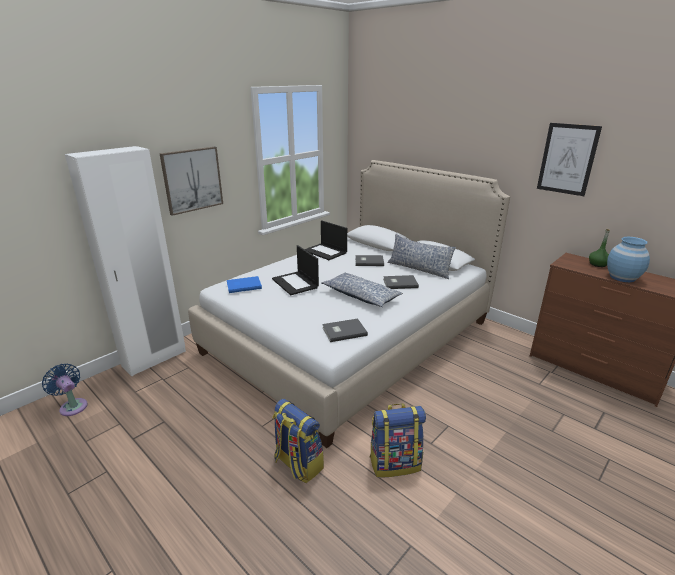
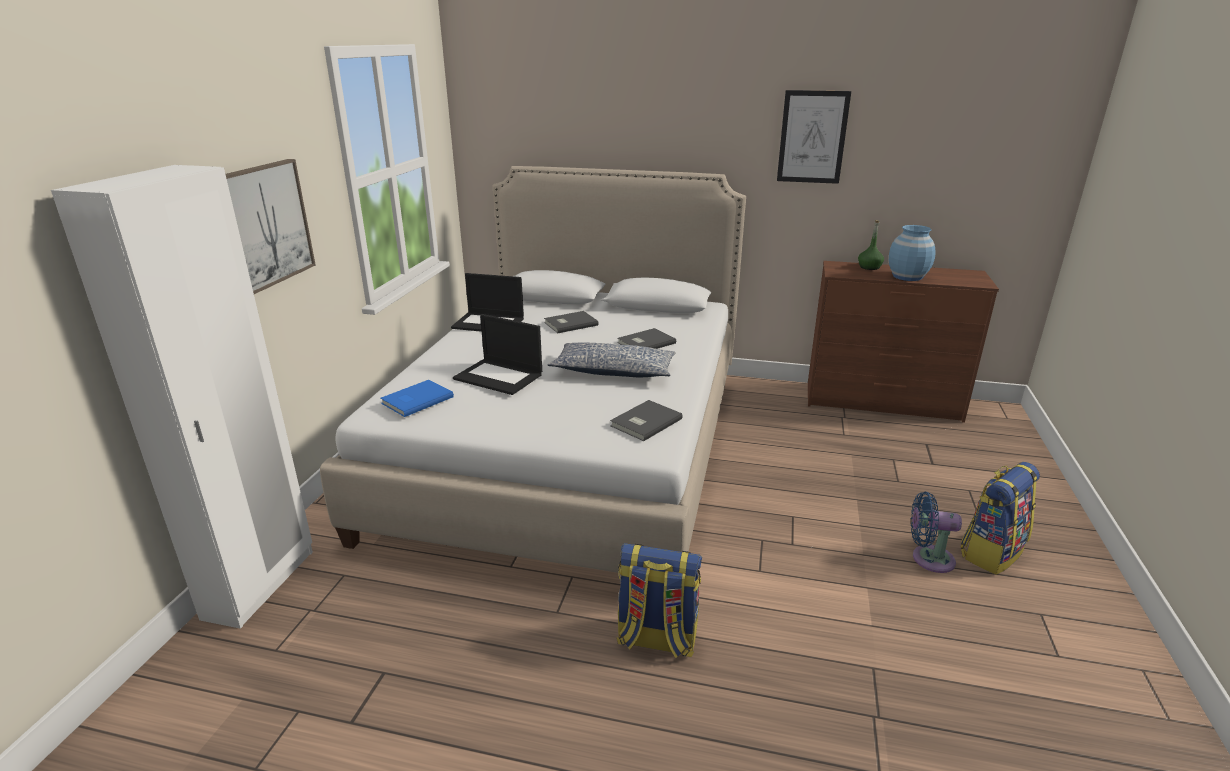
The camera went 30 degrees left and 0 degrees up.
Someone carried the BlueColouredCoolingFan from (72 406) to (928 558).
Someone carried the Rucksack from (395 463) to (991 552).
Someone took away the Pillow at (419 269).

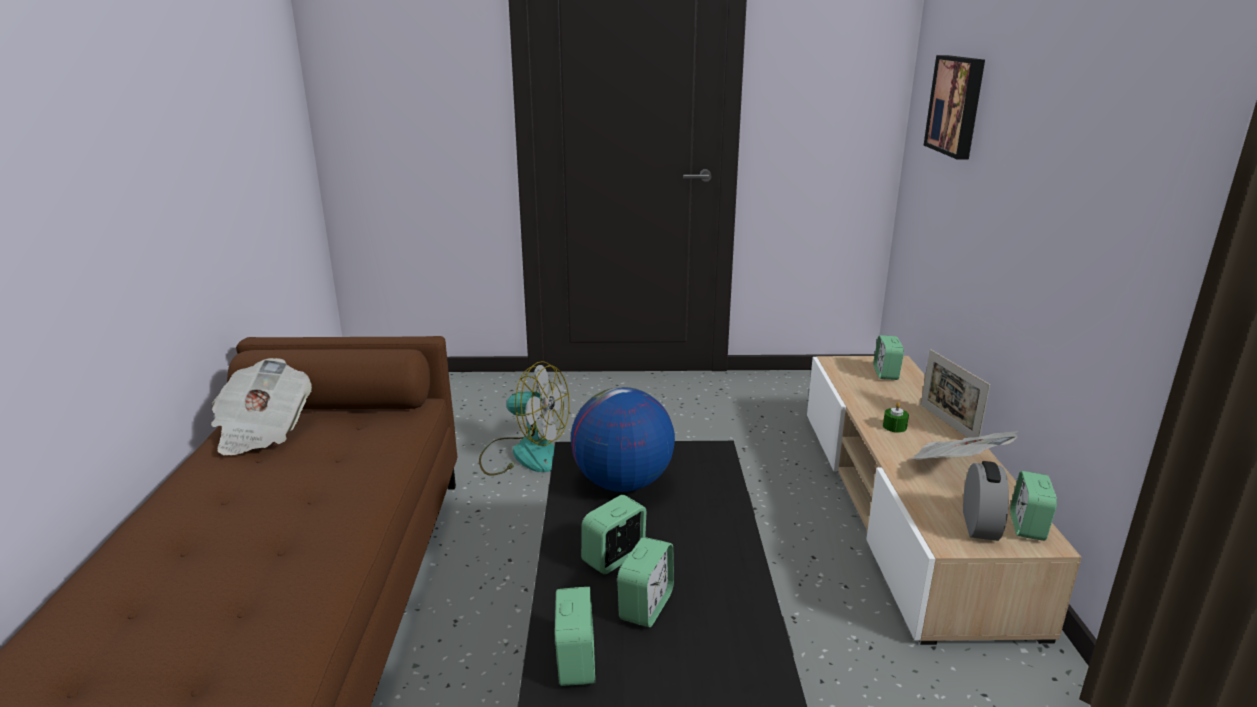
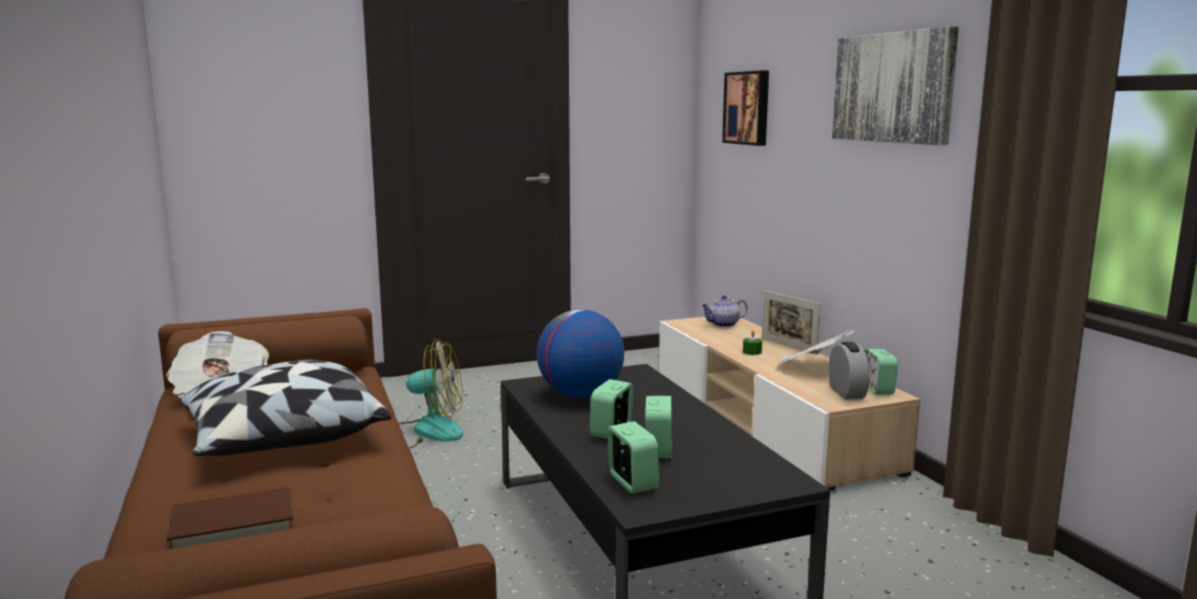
The camera went 20 degrees left and 10 degrees down.
Someone put down the BrownishVolume at (233 527).
Someone put down the Pillow at (282 438).
Someone swapped the TableClock at (886 373) for the PotForTea at (723 325).
Someone put up the Picture at (893 88).

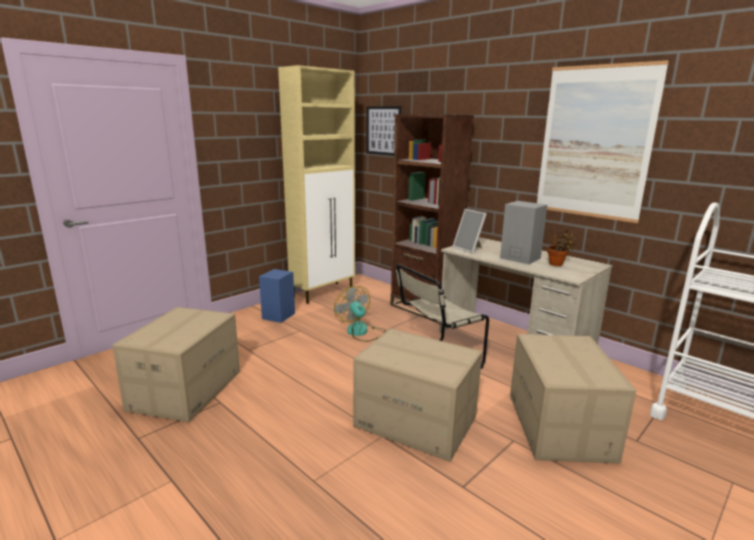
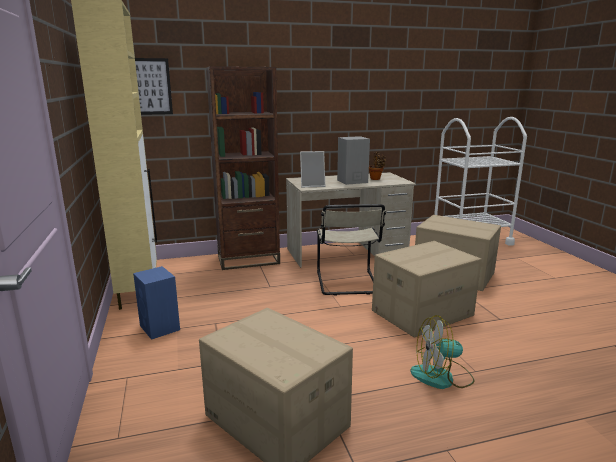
The camera went 60 degrees left and 0 degrees up.
Someone carried the CoolingFan from (361 332) to (442 377).
Someone took away the Picture at (594 143).

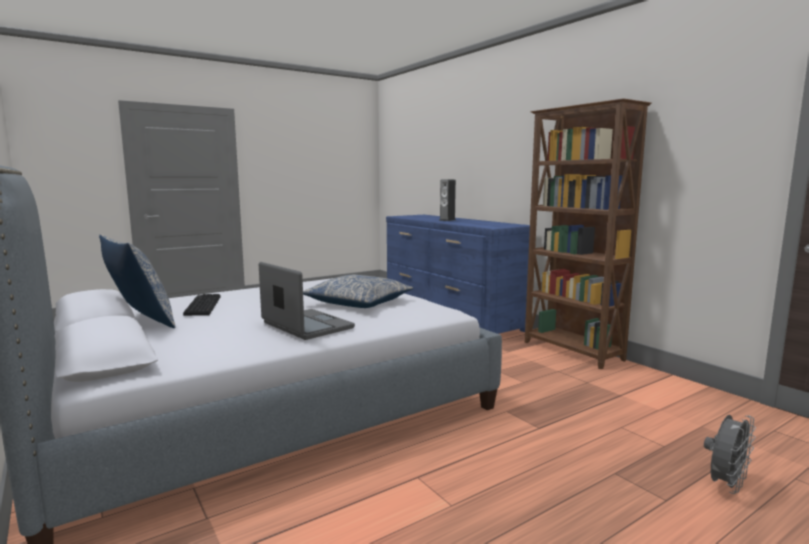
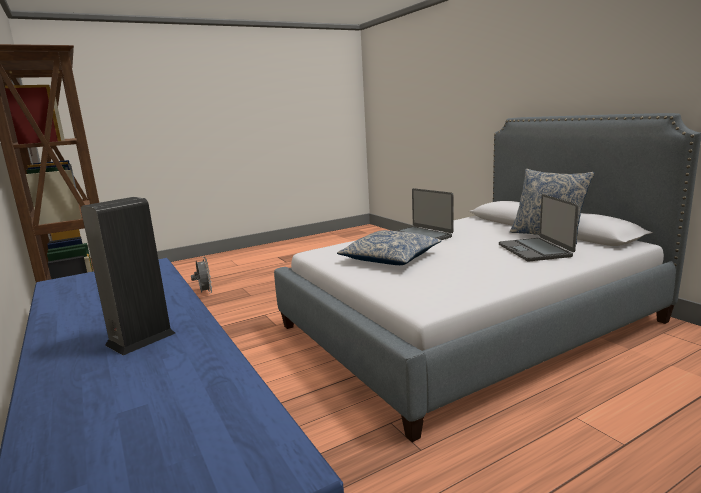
The camera went 175 degrees left and 5 degrees up.
Someone rotated the GreyishCoolingFan at (725 485) by 105 degrees clockwise.
Someone swapped the Keyboard at (202 306) for the PortableComputer at (535 250).

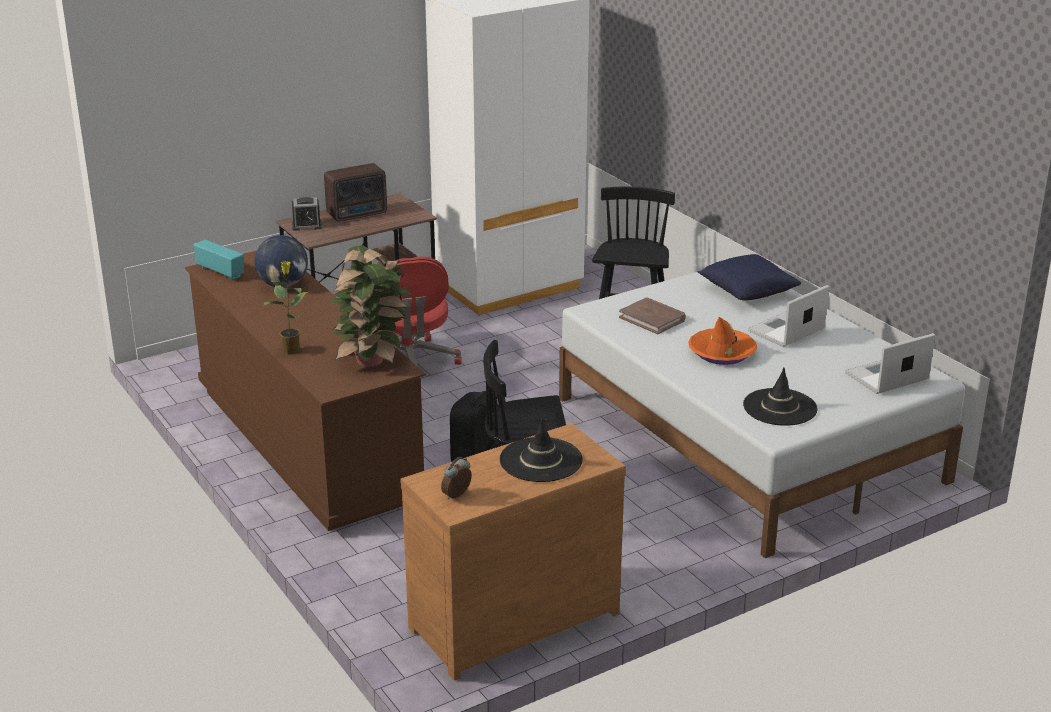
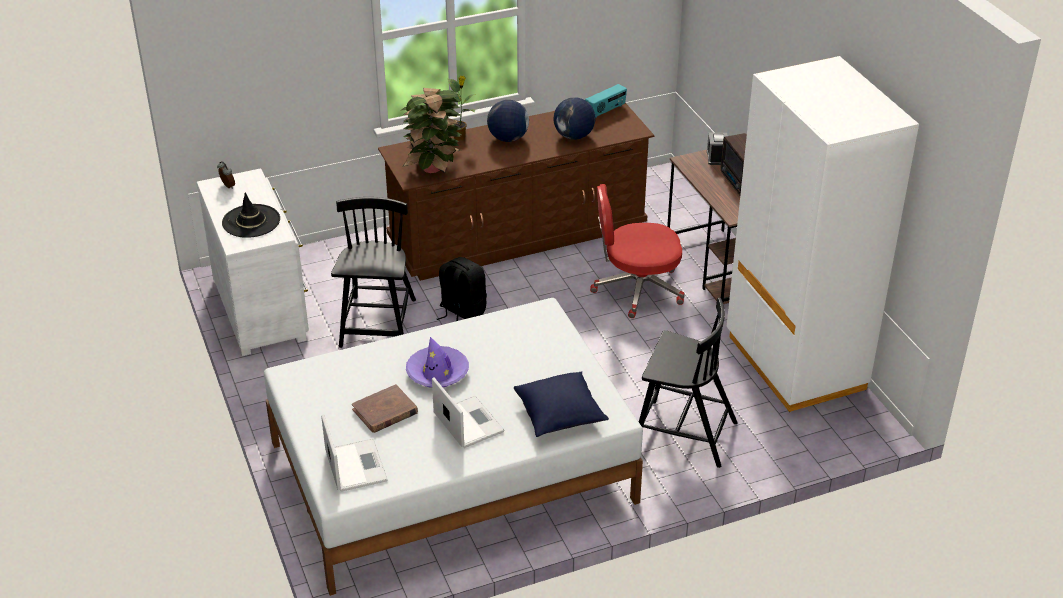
The camera went 100 degrees right and 10 degrees up.
Someone repainted the BrownishDresser at (510 618), which became the WhitishDresser at (262 307).
Someone carried the BrownishVolume from (652 319) to (385 411).
Someone repainted the OrangeyClothingHat at (722 353), which became the PurpleClothingHat at (437 373).
Someone put down the WorldGlobe at (508 138).
Someone took away the BlackClothingHat at (779 407).

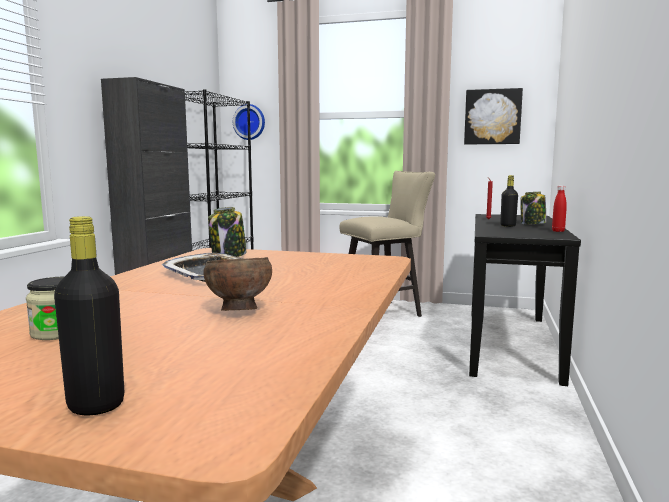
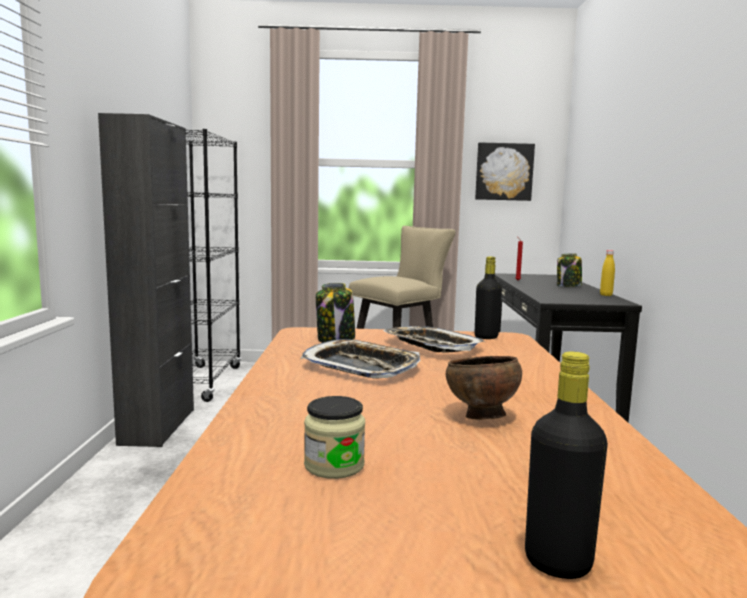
The camera went 15 degrees left and 0 degrees up.
Someone put down the CarryingTray at (431 346).
Someone carried the BlackDrinkBottle from (508 226) to (486 337).
Someone repainted the ReddishDrinkBottle at (558 231), which became the YellowishDrinkBottle at (606 295).
Someone took away the HangingClock at (250 122).

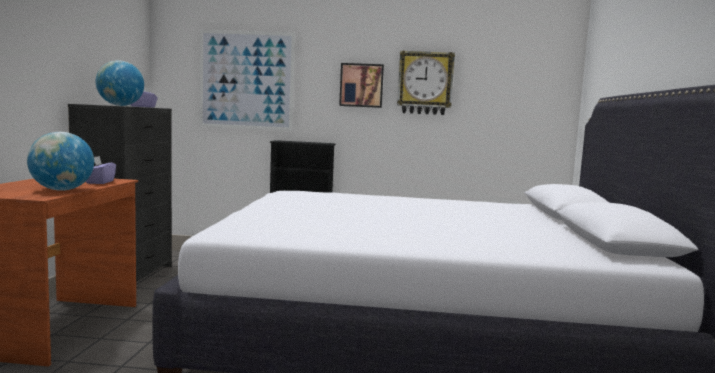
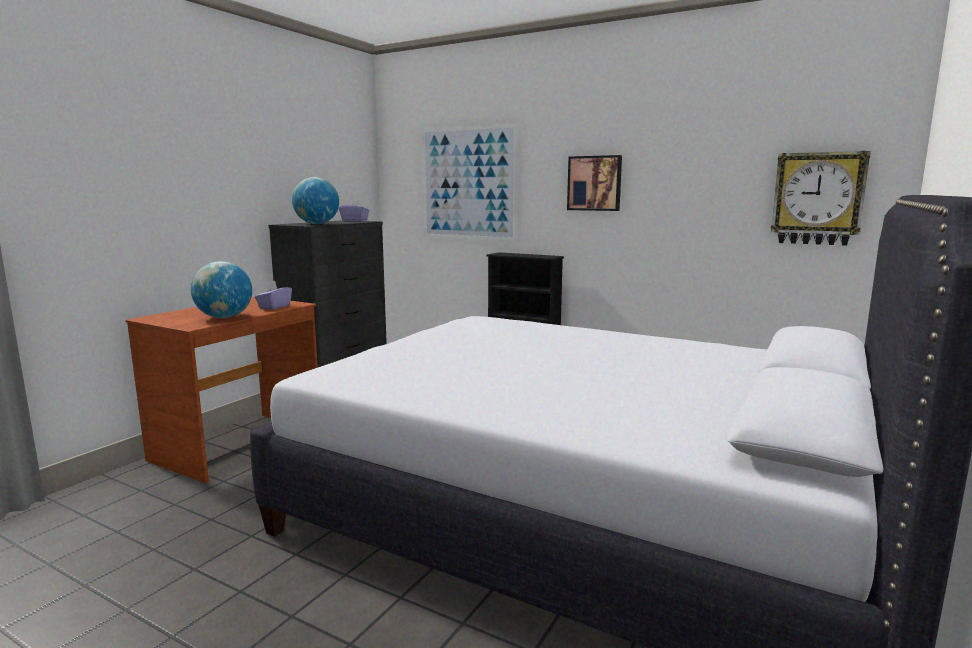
The camera went 25 degrees right and 5 degrees up.
Someone carried the HangingClock from (425 83) to (817 198).

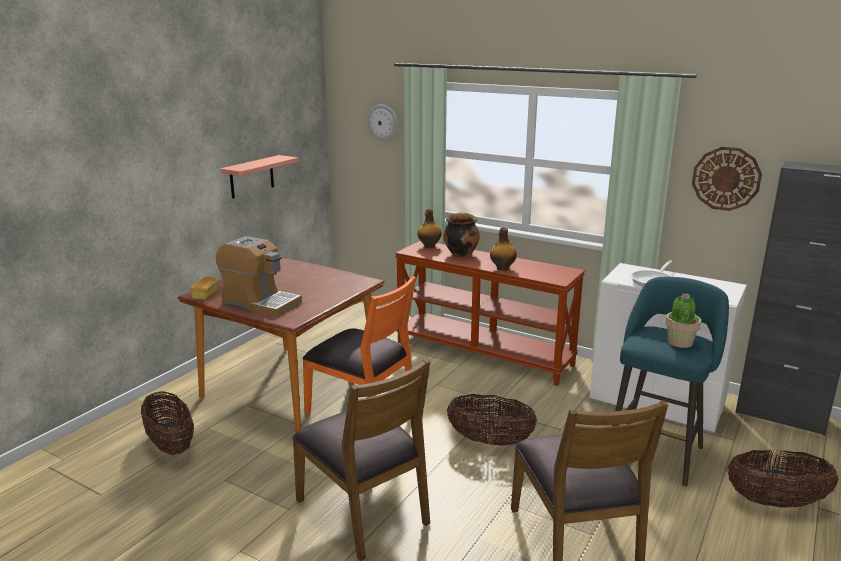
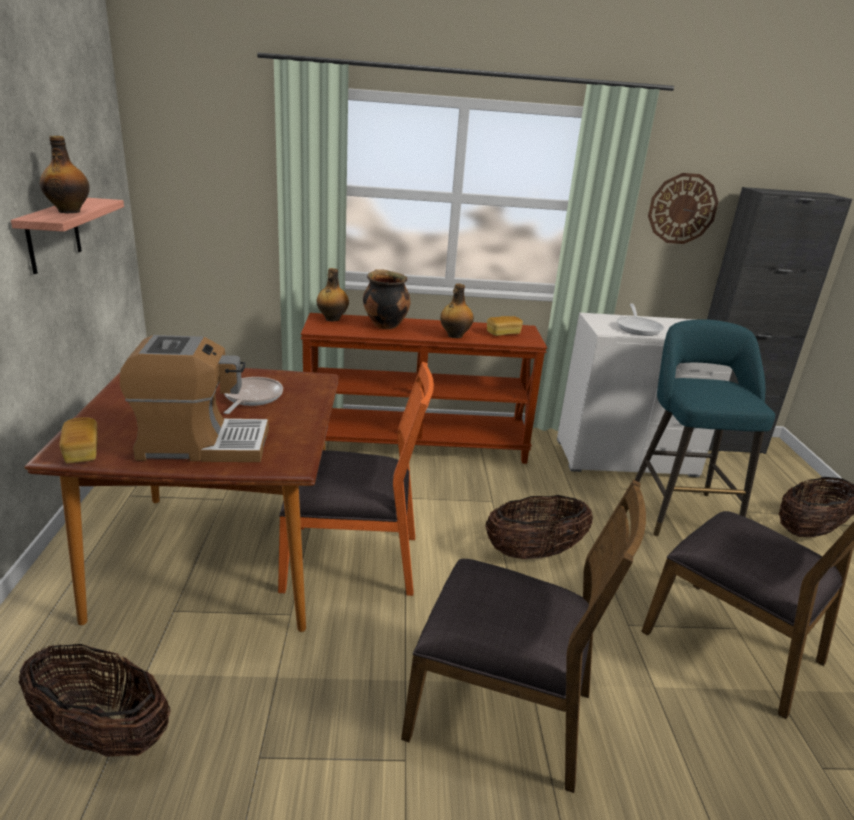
The camera went 35 degrees left and 5 degrees up.
Someone put down the DrinkBottle at (69 211).
Someone put down the Skillet at (251 398).
Someone put down the BakeryBread at (503 333).
Someone took away the HangingClock at (383 122).
Someone took away the PottedPlant at (679 342).

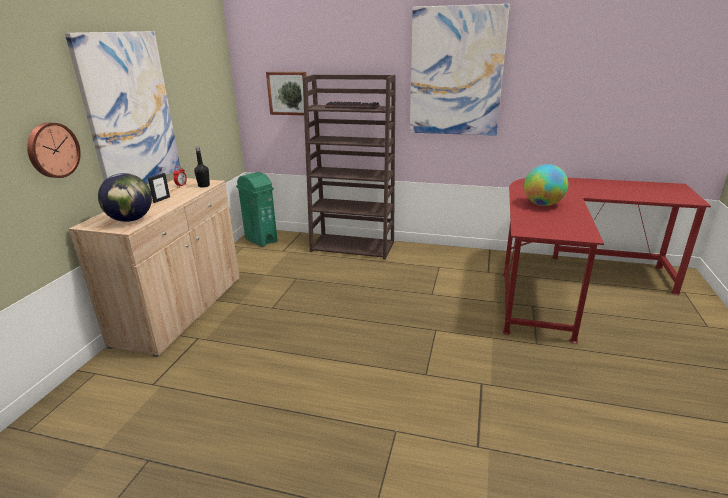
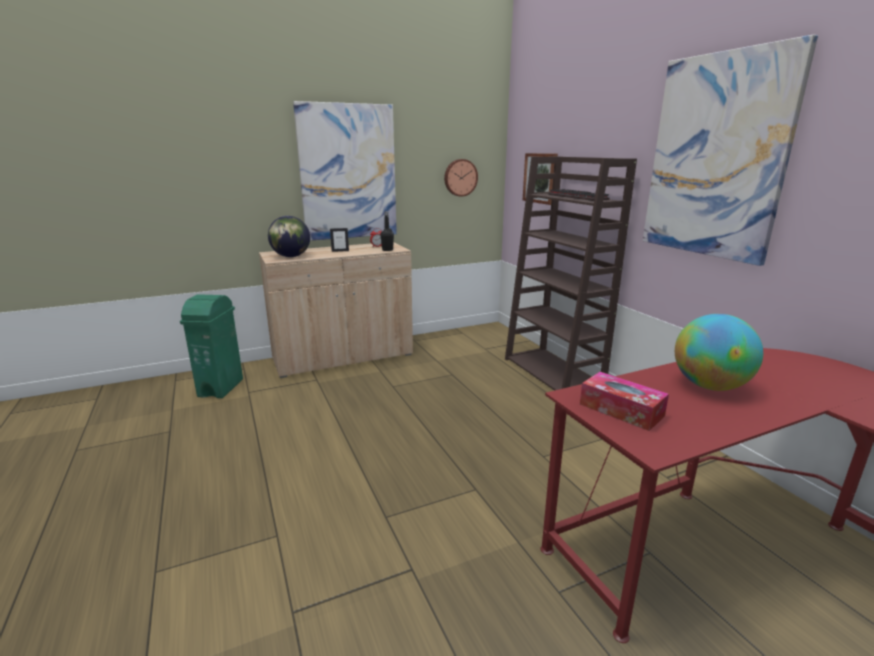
The camera went 50 degrees right and 5 degrees down.
Someone carried the GreenishTrashCan from (261 240) to (221 387).
Someone carried the HangingClock from (52 150) to (460 177).
Someone put down the BoxOfTissues at (621 410).

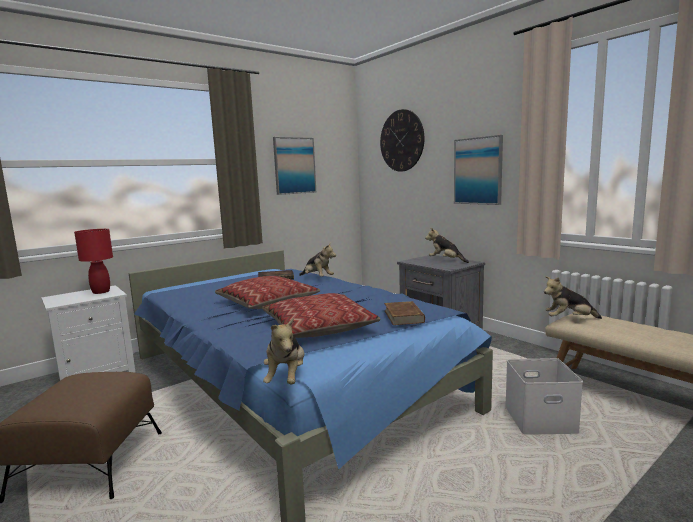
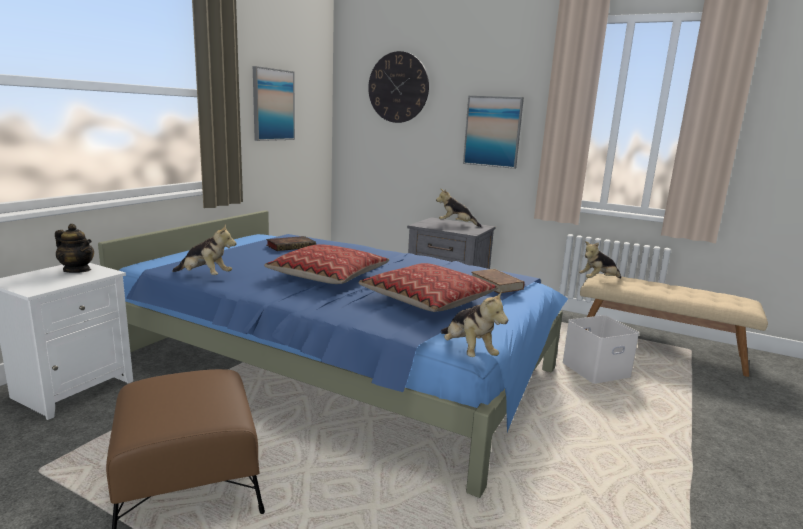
The camera went 25 degrees left and 5 degrees up.
Someone swapped the ReddishLampForATable at (101 292) for the PotForTea at (77 270).
Someone carried the PlushToy from (317 278) to (205 276).

